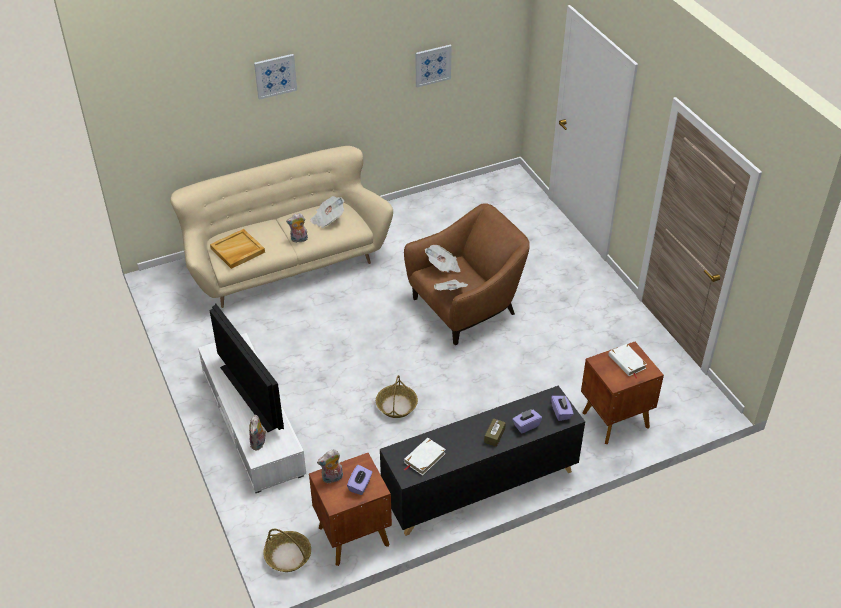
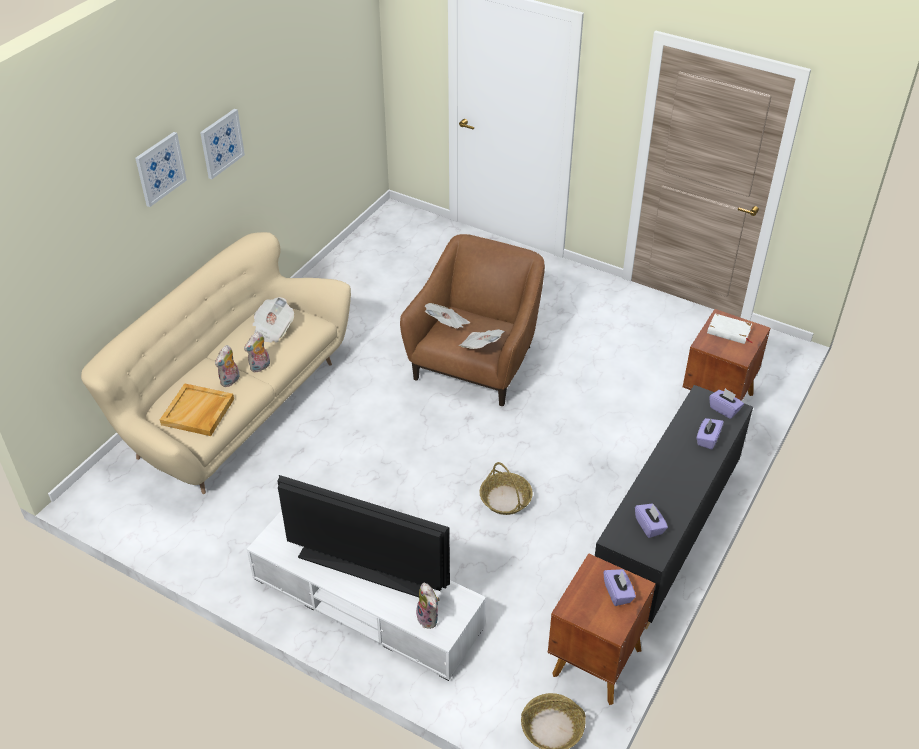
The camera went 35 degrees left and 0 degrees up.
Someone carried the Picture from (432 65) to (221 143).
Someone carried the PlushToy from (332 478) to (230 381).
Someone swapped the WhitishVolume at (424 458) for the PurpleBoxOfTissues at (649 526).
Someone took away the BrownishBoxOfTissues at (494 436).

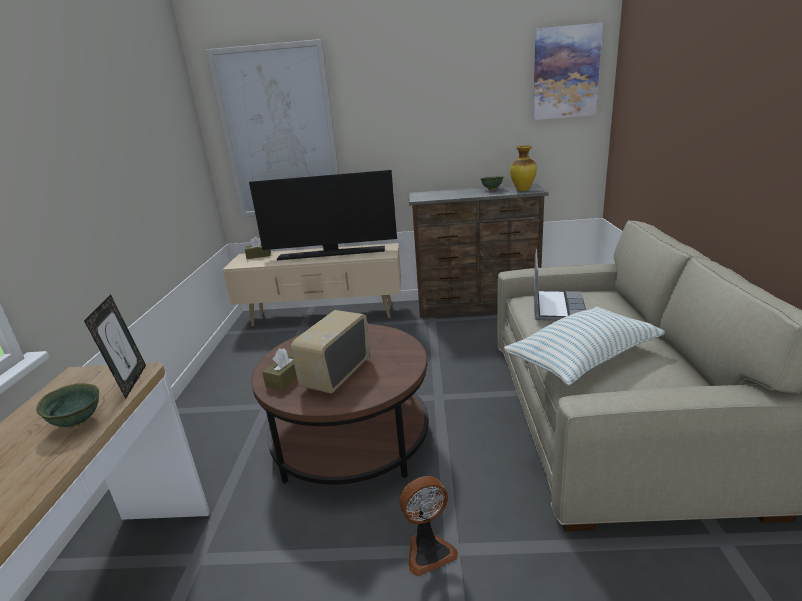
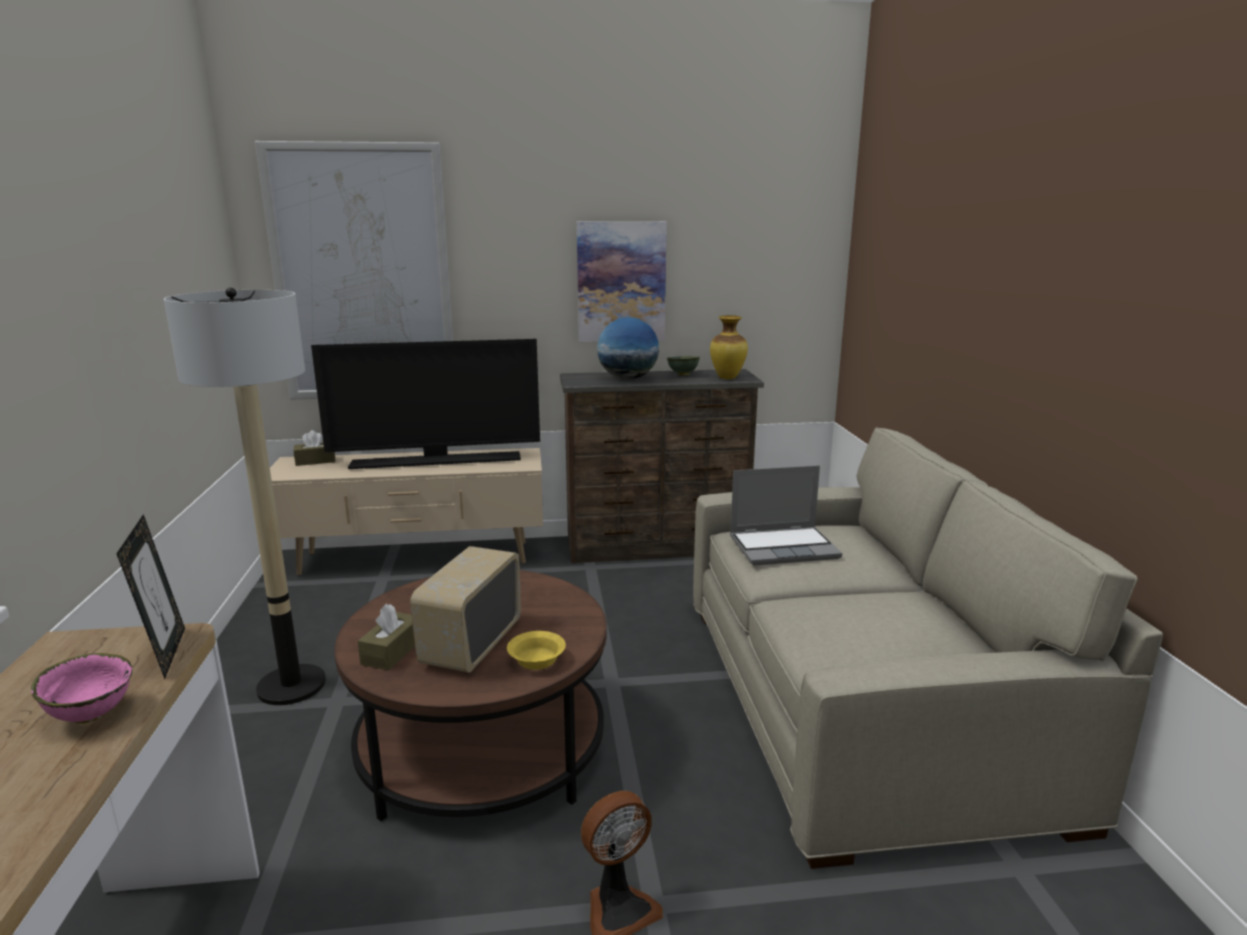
The camera went 10 degrees left and 5 degrees down.
Someone repainted the GreenishBowl at (78 422), which became the PinkColouredBowl at (92 715).
Someone put down the StandingLamp at (292 685).
Someone put down the YellowishBowl at (536 659).
Someone carried the Picture from (565 73) to (621 282).
Someone put down the WorldGlobe at (627 378).
Someone rotated the PortableComputer at (557 307) by 75 degrees clockwise.
Someone took away the Pillow at (583 359).

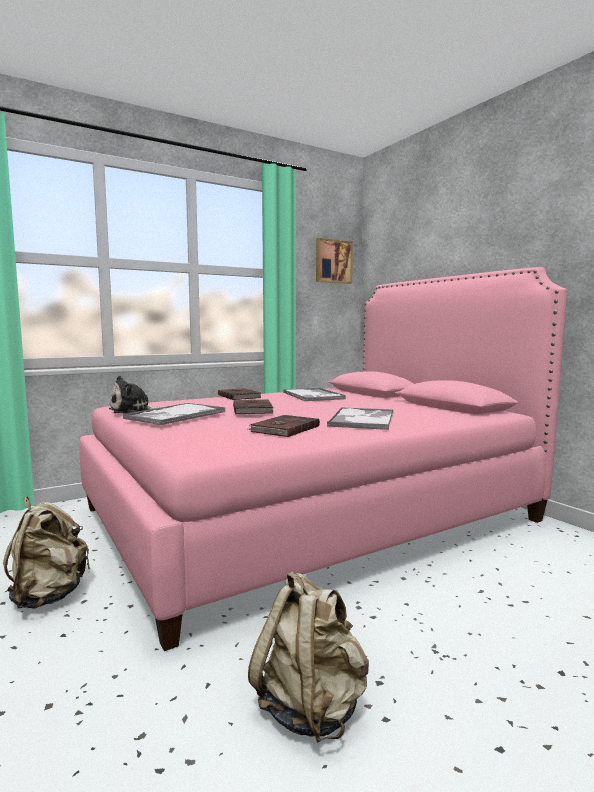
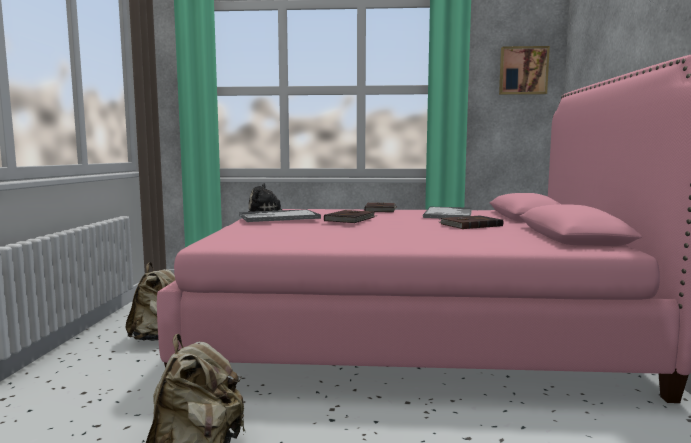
The camera went 35 degrees right and 0 degrees up.
Someone carried the BrownishVolume from (284 429) to (470 225).
Someone took away the CarryingTray at (362 419).

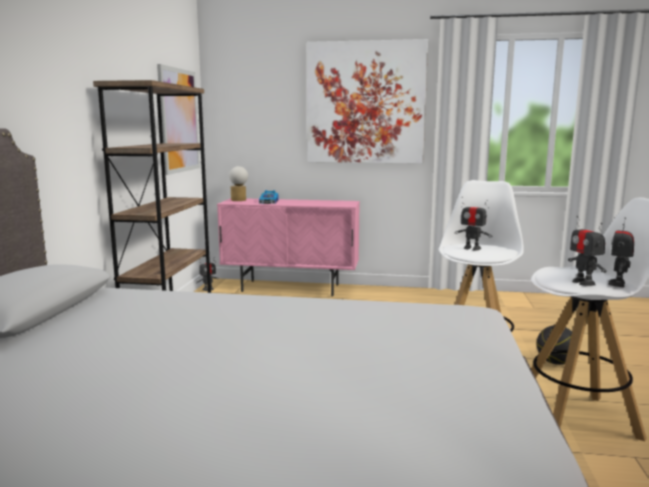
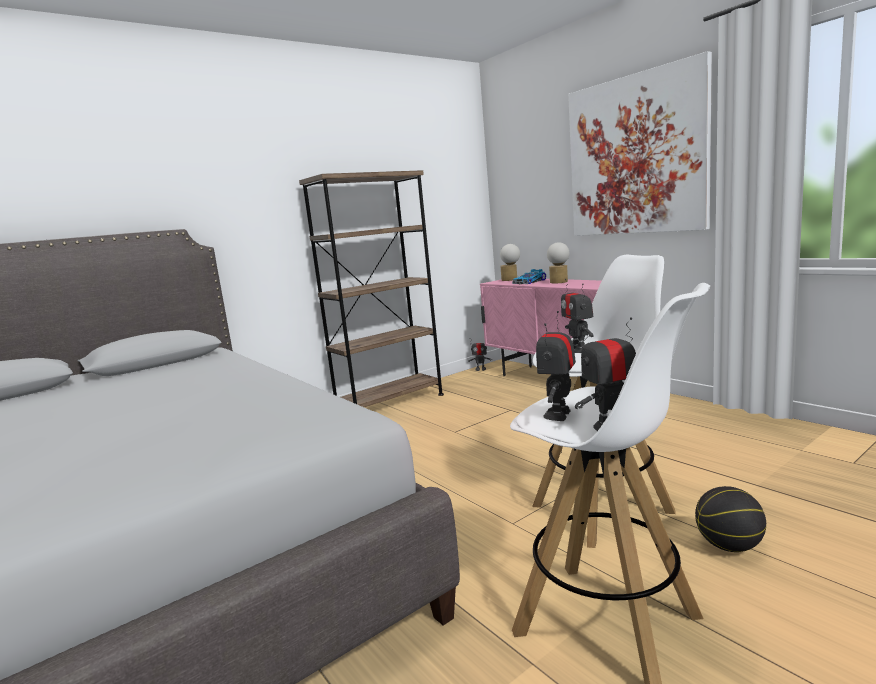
The camera went 45 degrees right and 0 degrees up.
Someone put down the LampForATable at (559 281).
Someone took away the Picture at (179 120).

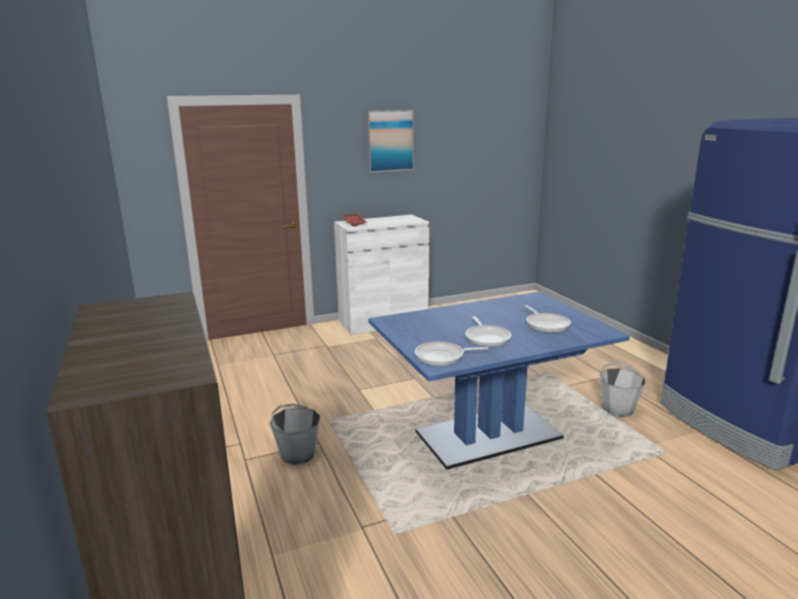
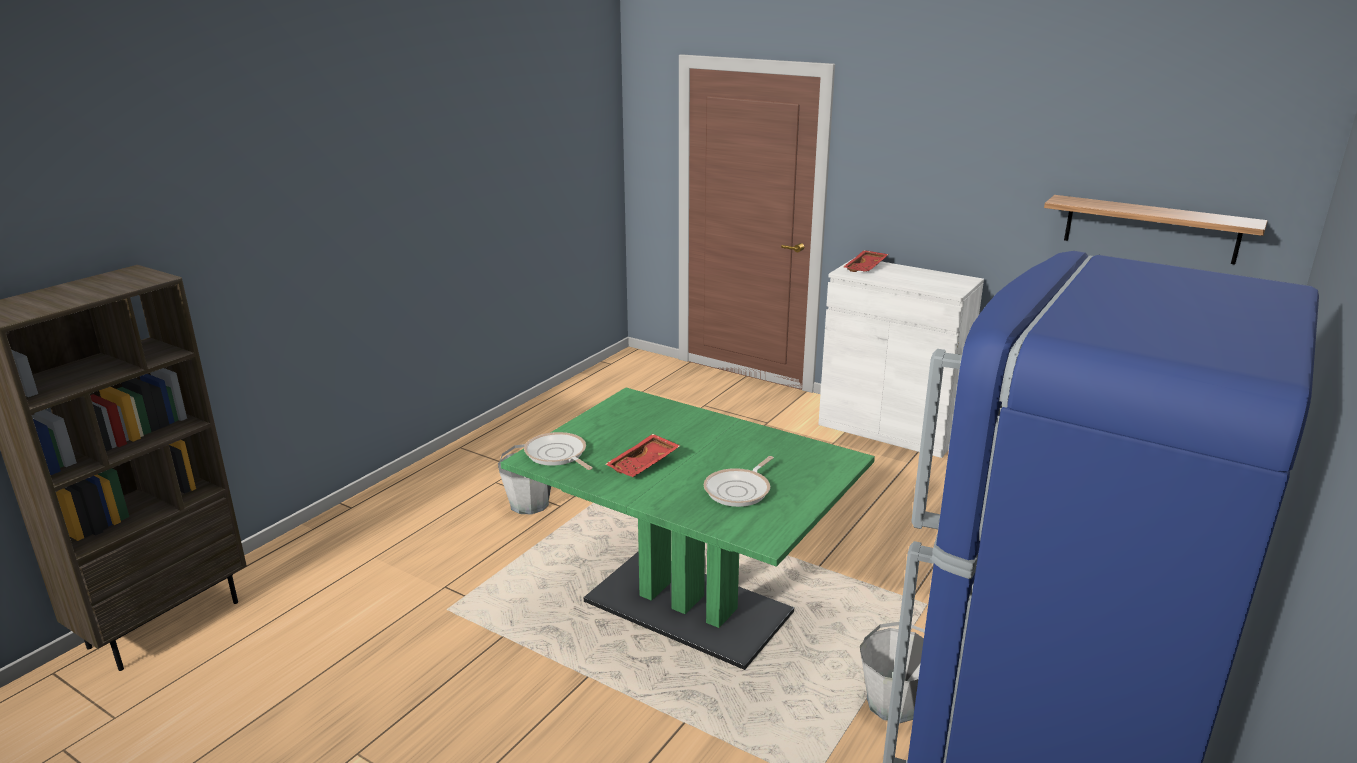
The camera went 55 degrees right and 5 degrees up.
Someone repainted the BlueColouredDiningTable at (488 435), which became the GreenishDiningTable at (688 607).
Someone swapped the Skillet at (487 338) for the ReddishCarryingTray at (644 464).
Someone put up the WallShelf at (1150 229).
Someone took away the Picture at (390 140).

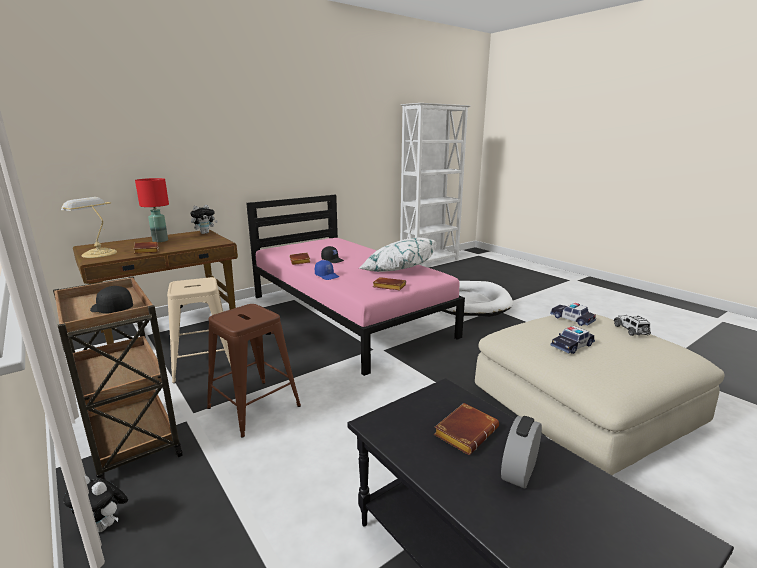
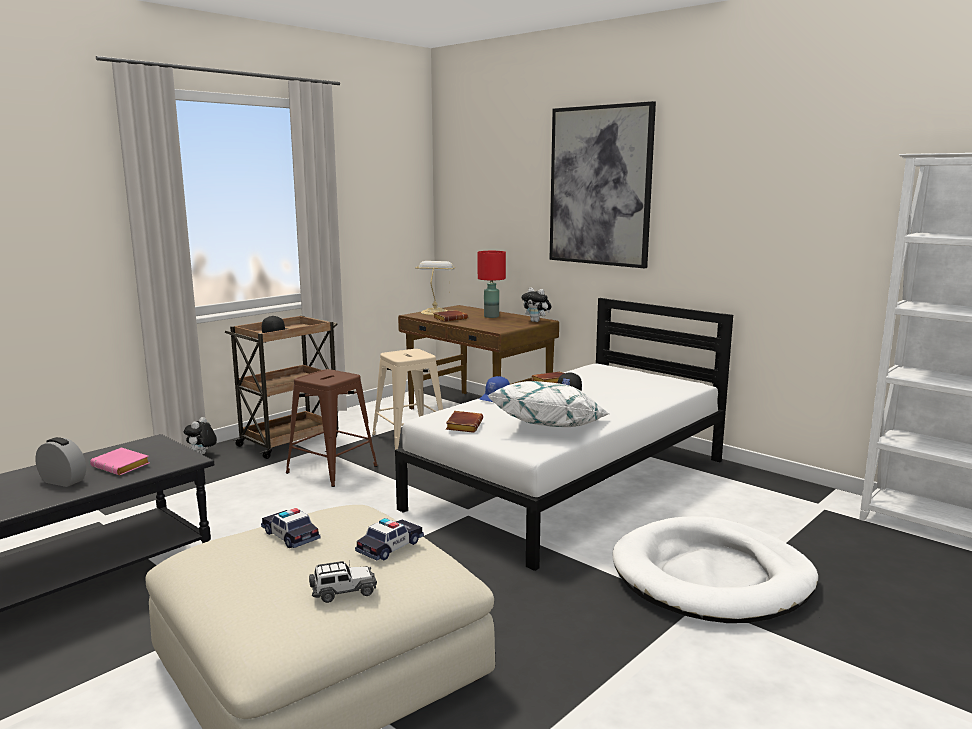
The camera went 80 degrees right and 5 degrees down.
Someone repainted the BrownishVolume at (465 431), which became the PinkColouredVolume at (123 466).
Someone repainted the PinkColouredBed at (347 315), which became the WhitishBed at (572 483).
Someone put up the Picture at (600 186).

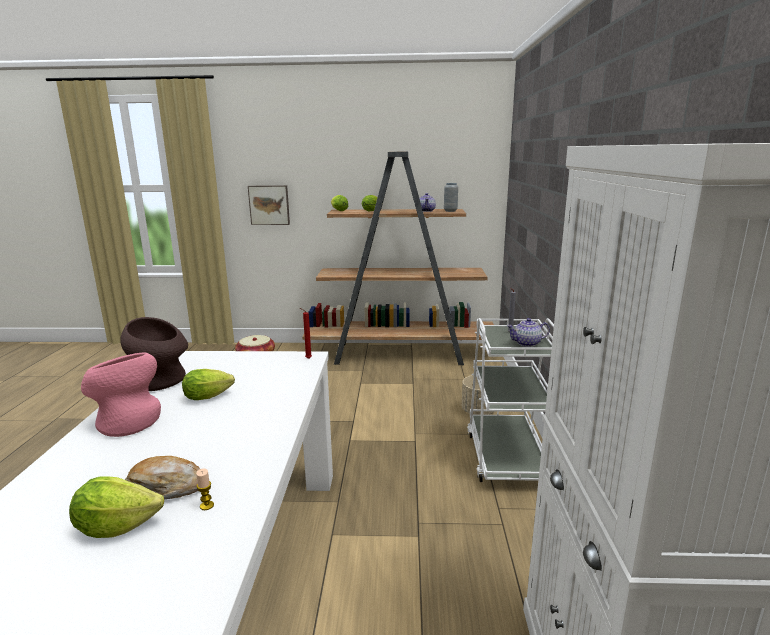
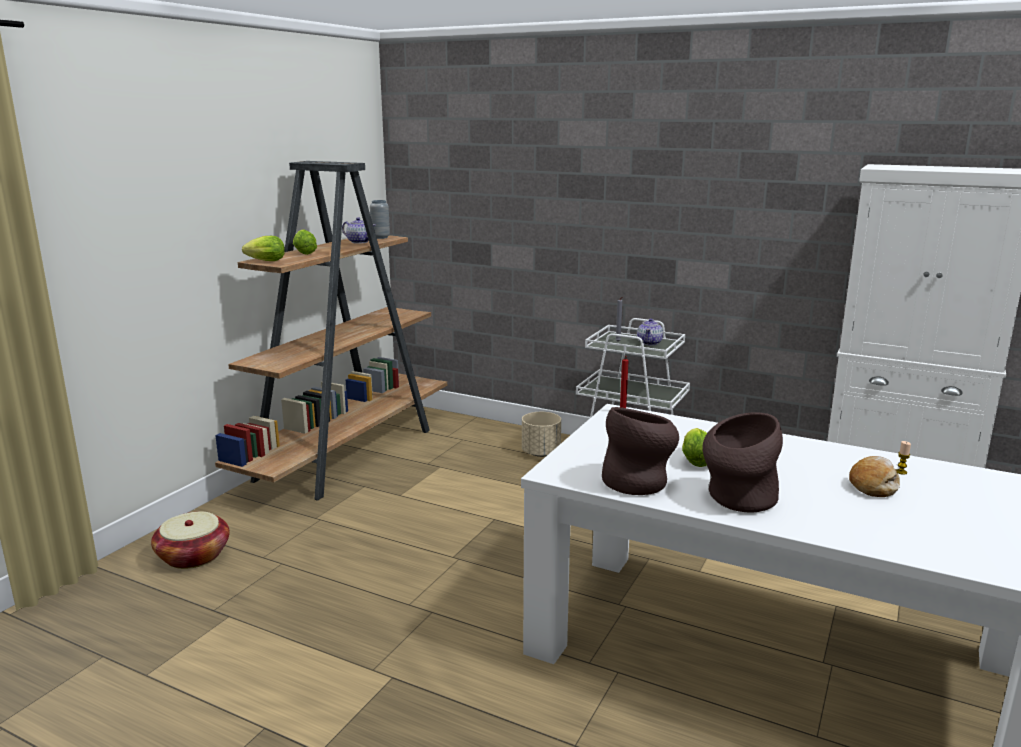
The camera went 65 degrees left and 0 degrees up.
Someone repainted the PinkColouredDecorativeVase at (128 421), which became the BrownishDecorativeVase at (737 499).
Someone took away the Lettuce at (117 526).
Someone took away the Picture at (269 205).

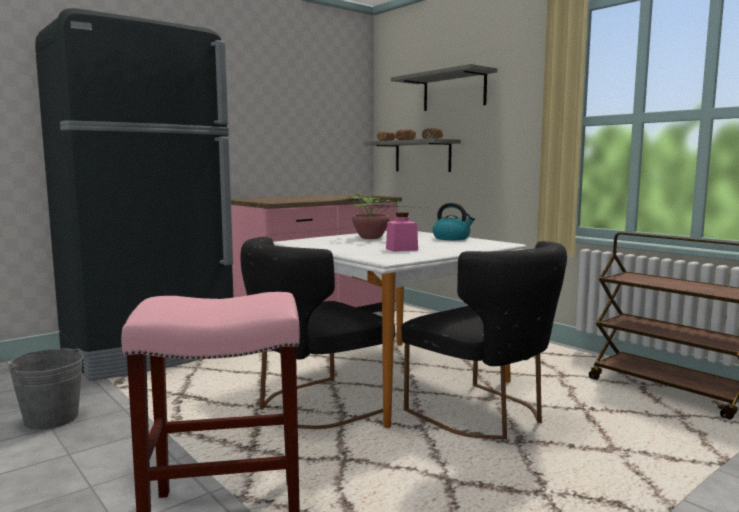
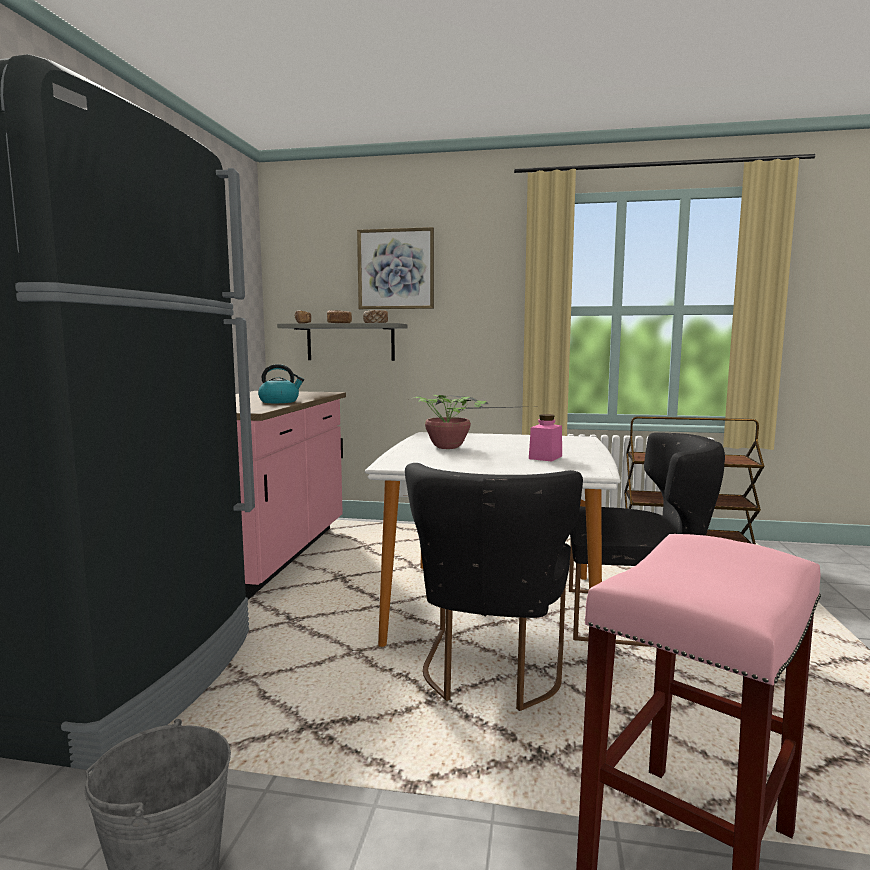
The camera went 40 degrees left and 0 degrees up.
Someone carried the WaterKettle from (452 238) to (280 401).
Someone swapped the GreyishWallShelf at (454 91) for the Picture at (396 269).

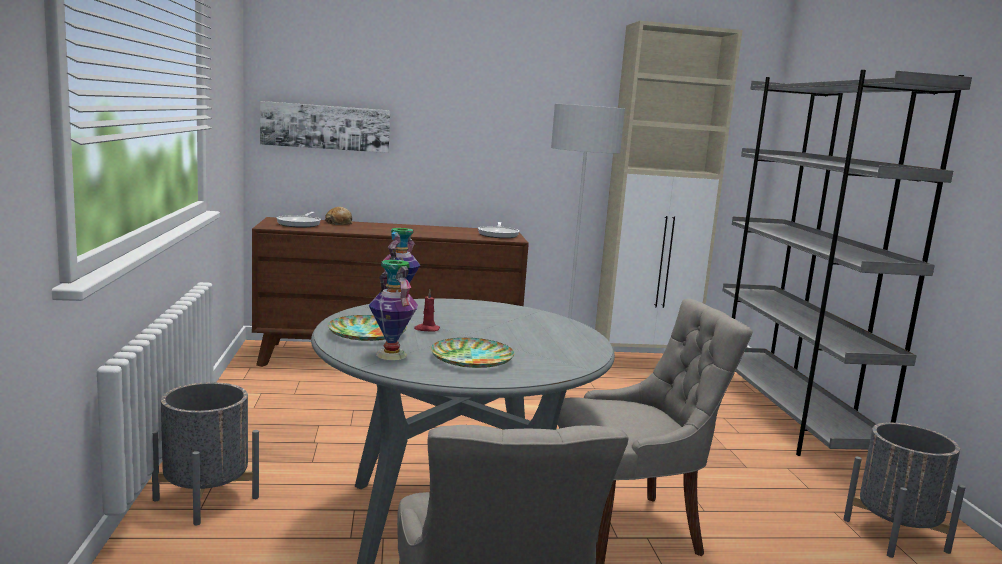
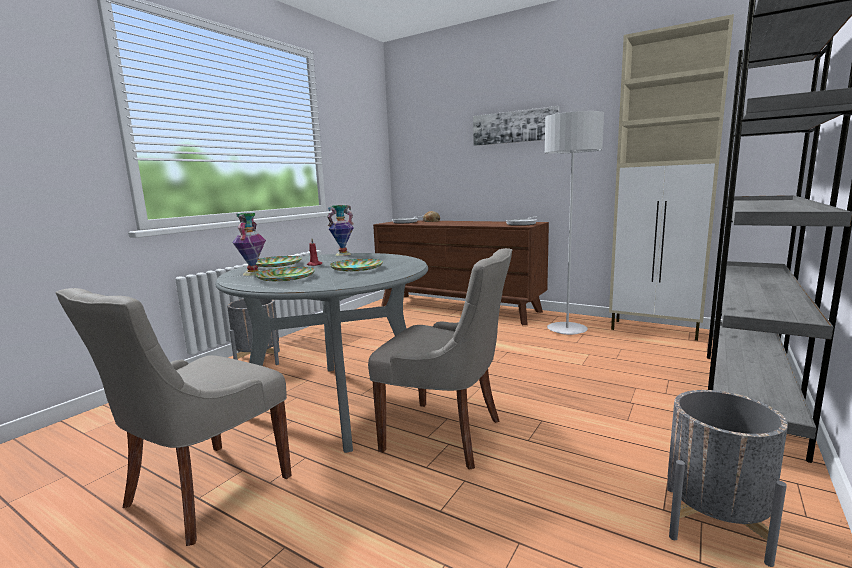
The camera went 40 degrees right and 0 degrees up.
Someone put down the FlatDish at (356 268).
Someone carried the Picture from (326 127) to (514 127).

